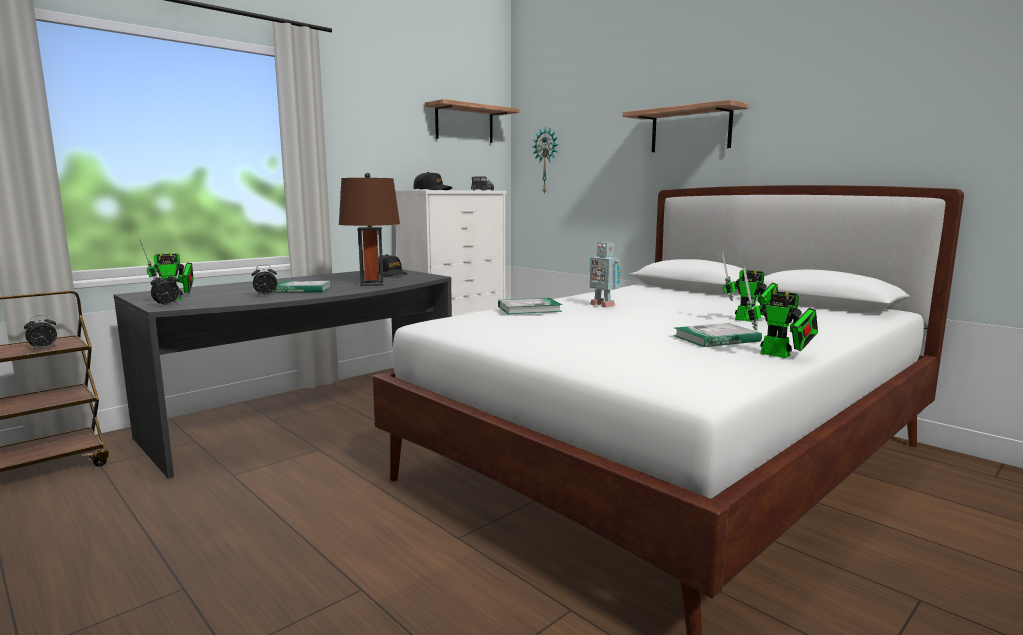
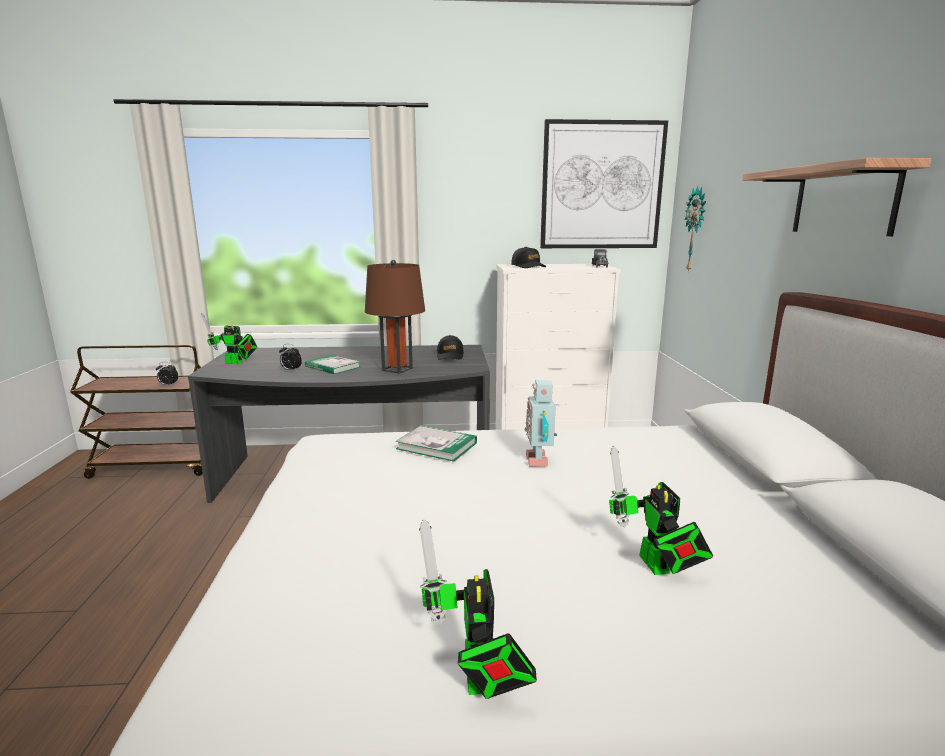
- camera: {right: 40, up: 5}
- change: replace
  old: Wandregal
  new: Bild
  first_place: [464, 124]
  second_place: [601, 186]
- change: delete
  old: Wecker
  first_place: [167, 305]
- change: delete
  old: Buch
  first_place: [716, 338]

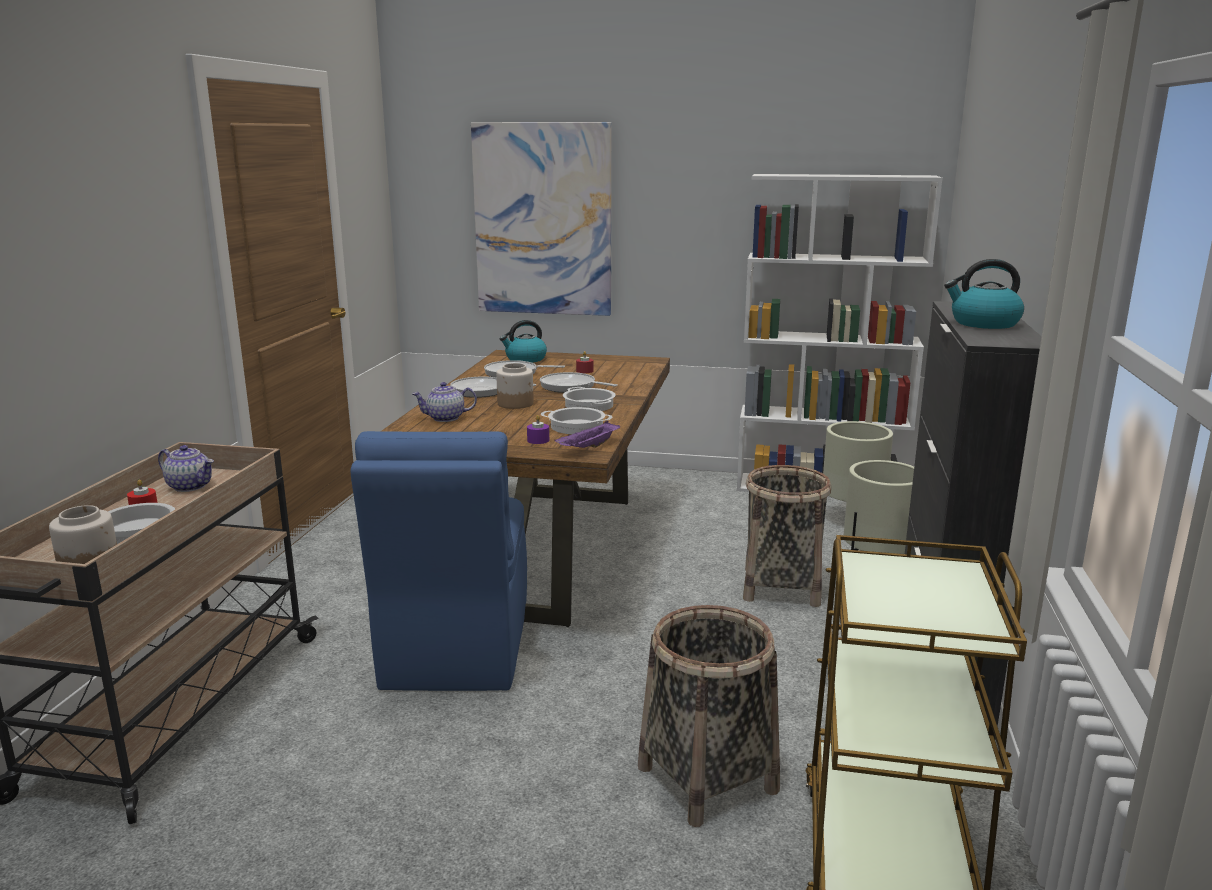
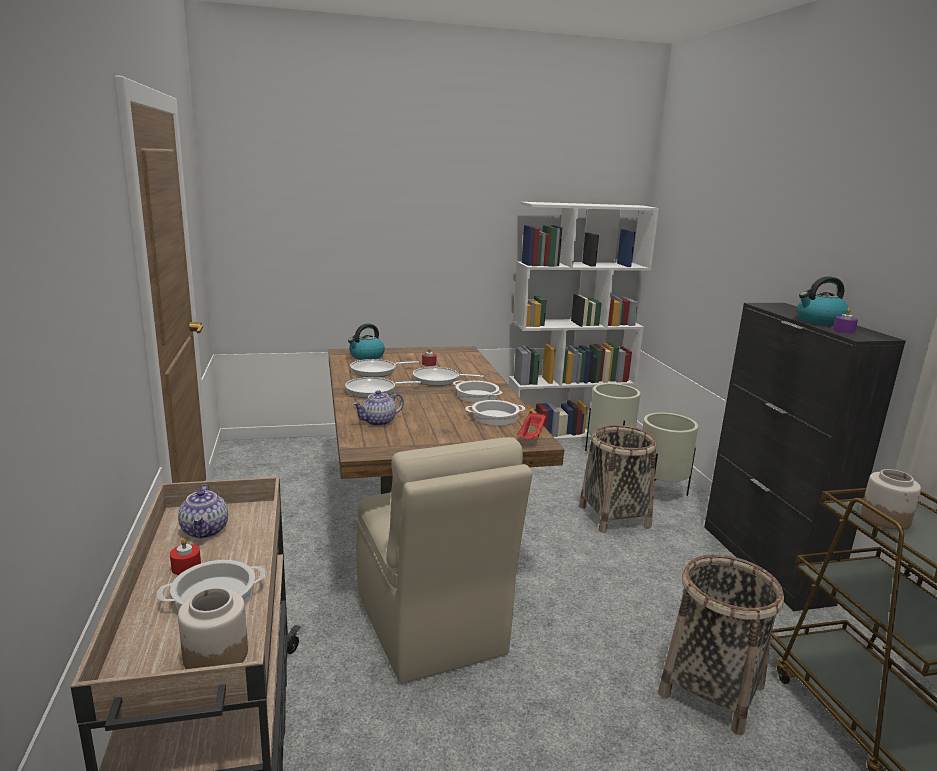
- camera: {right: -25, up: 0}
- change: delete
  old: Bild
  first_place: [543, 220]
- change: move
  old: Vorratsglas
  first_place: [516, 404]
  second_place: [885, 518]
- change: move
  old: Kerze (lila)
  first_place: [538, 440]
  second_place: [843, 331]
- change: recolor
  old: Tablett (lila)
  new: Tablett (rot)
  first_place: [589, 448]
  second_place: [531, 436]
- change: recolor
  old: Stuhl (blau)
  new: Stuhl (beige)
  first_place: [455, 649]
  second_place: [430, 626]
- change: rotate
  old: Teekanne
  first_place: [190, 486]
  second_place: [205, 530]
  degrees: 75

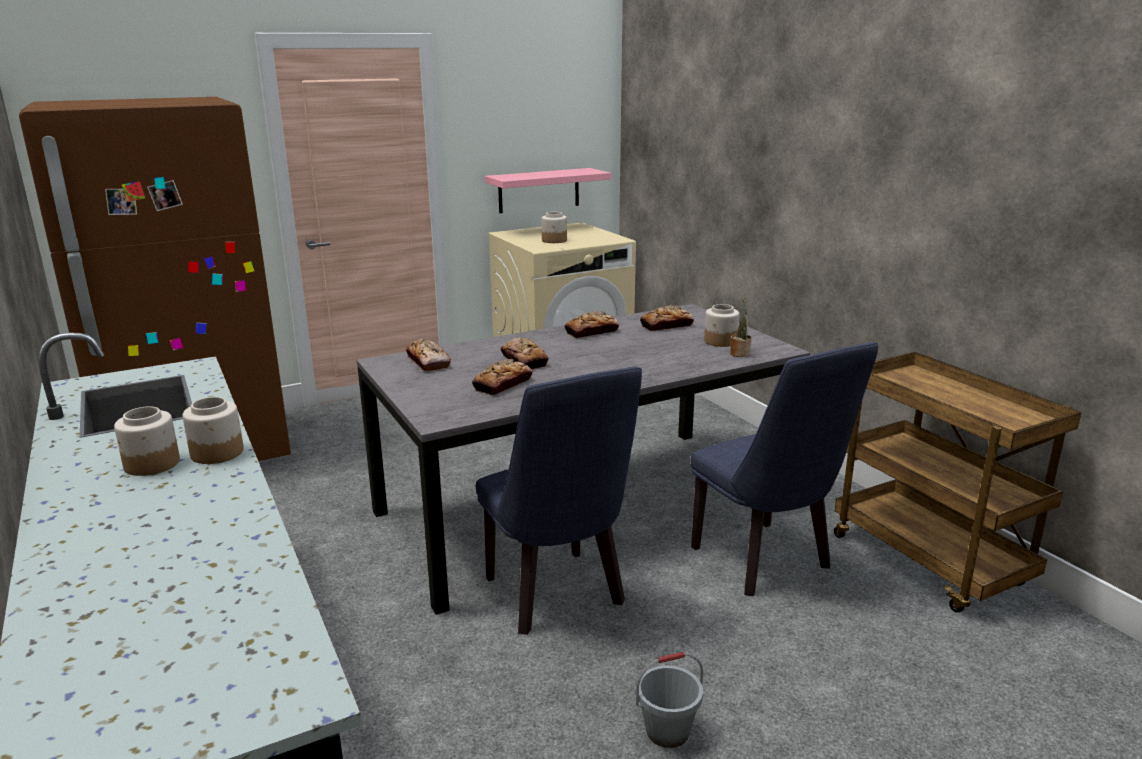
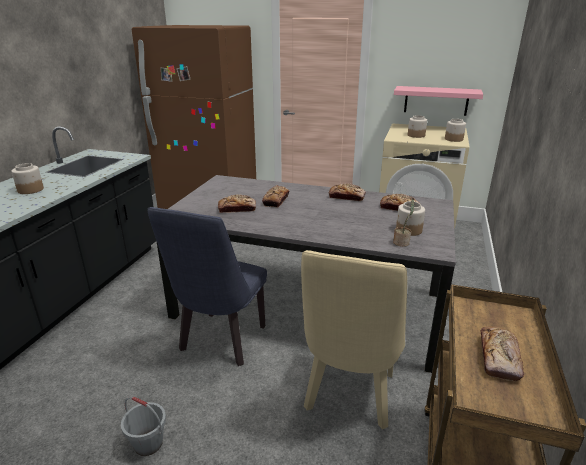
- camera: {right: 45, up: 5}
- change: move
  old: Brot
  first_place: [428, 362]
  second_place: [498, 358]
- change: recolor
  old: Stuhl (blau)
  new: Stuhl (beige)
  first_place: [767, 563]
  second_place: [349, 398]
- change: move
  old: Vorratsglas
  first_place: [218, 453]
  second_place: [454, 139]

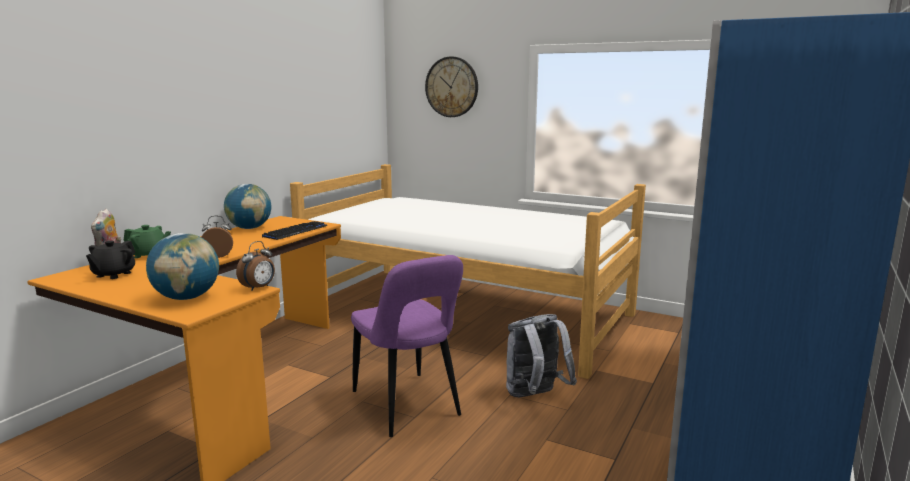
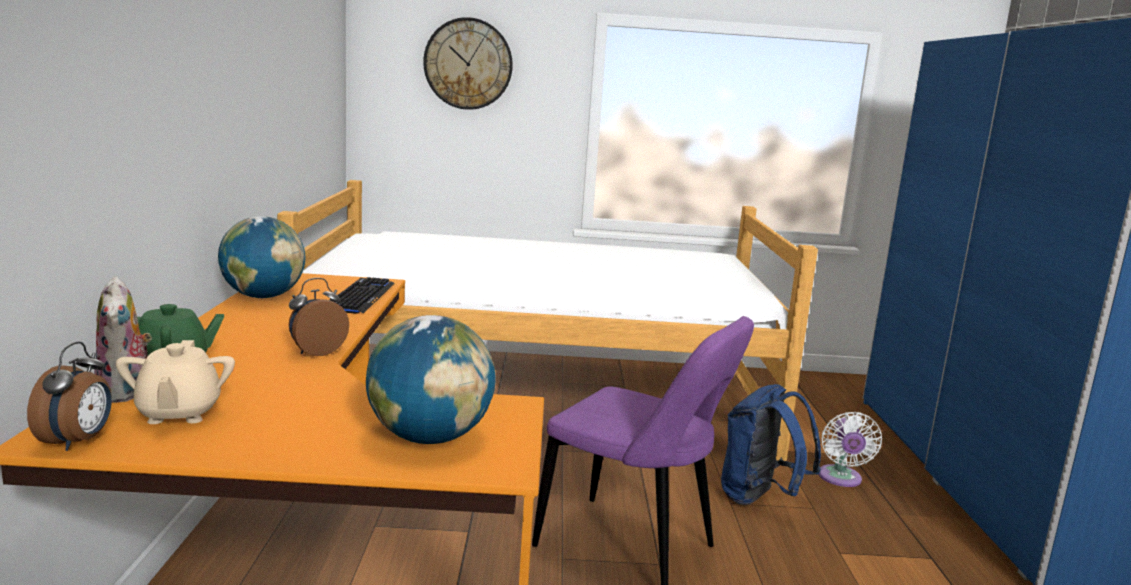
- camera: {right: -30, up: 0}
- change: recolor
  old: Teekanne (schwarz)
  new: Teekanne (beige)
  first_place: [113, 274]
  second_place: [178, 413]
- change: move
  old: Wecker
  first_place: [259, 288]
  second_place: [78, 441]
- change: recolor
  old: Rucksack (grau)
  new: Rucksack (blau)
  first_place: [535, 396]
  second_place: [760, 498]
- change: insert
  new: Ventilator (weiß)
  second_place: [840, 479]

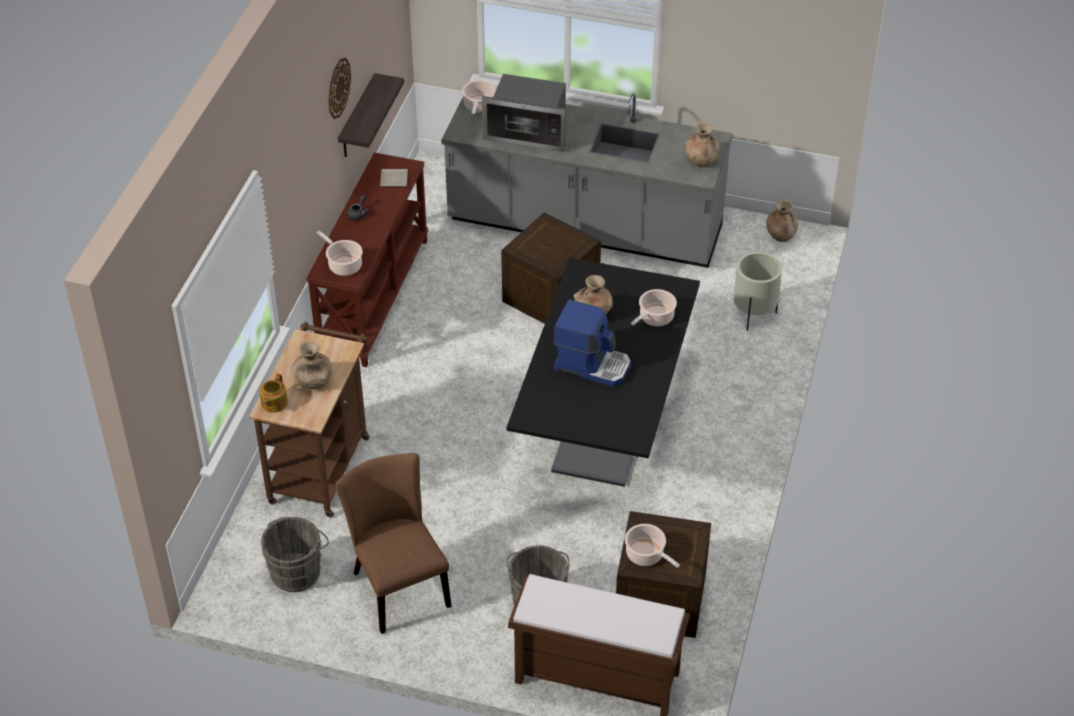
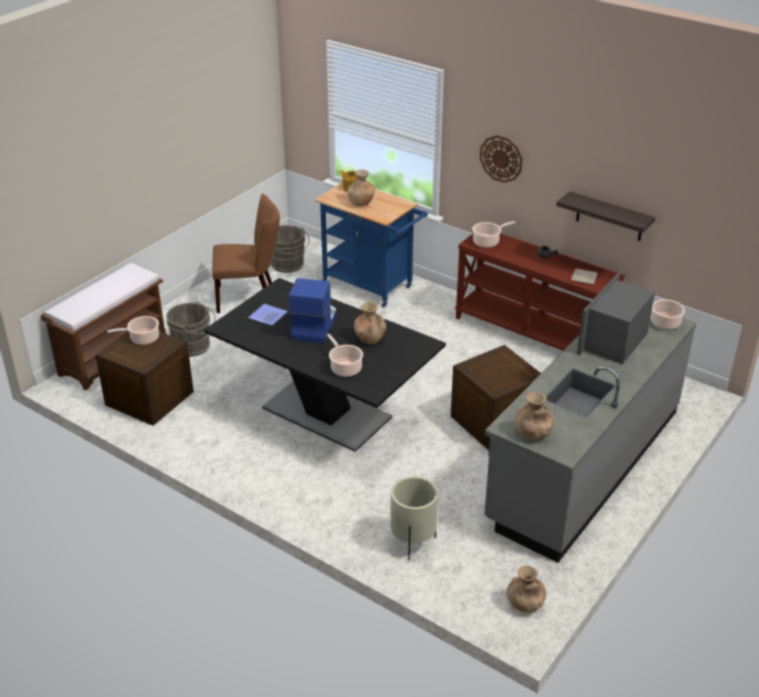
- camera: {right: 110, up: -10}
- change: move
  old: Wanduhr
  first_place: [338, 88]
  second_place: [501, 158]
- change: rotate
  old: Kaffeemaschine
  first_place: [592, 364]
  second_place: [313, 325]
  degrees: 150
- change: recolor
  old: Rollwagen (braun)
  new: Rollwagen (blau)
  first_place: [321, 464]
  second_place: [372, 286]
- change: insert
  new: Teller
  second_place: [268, 317]

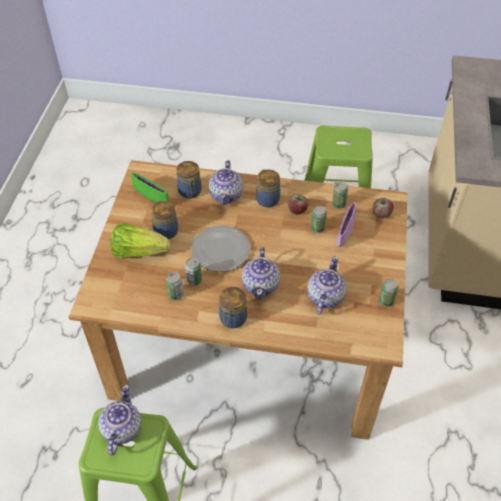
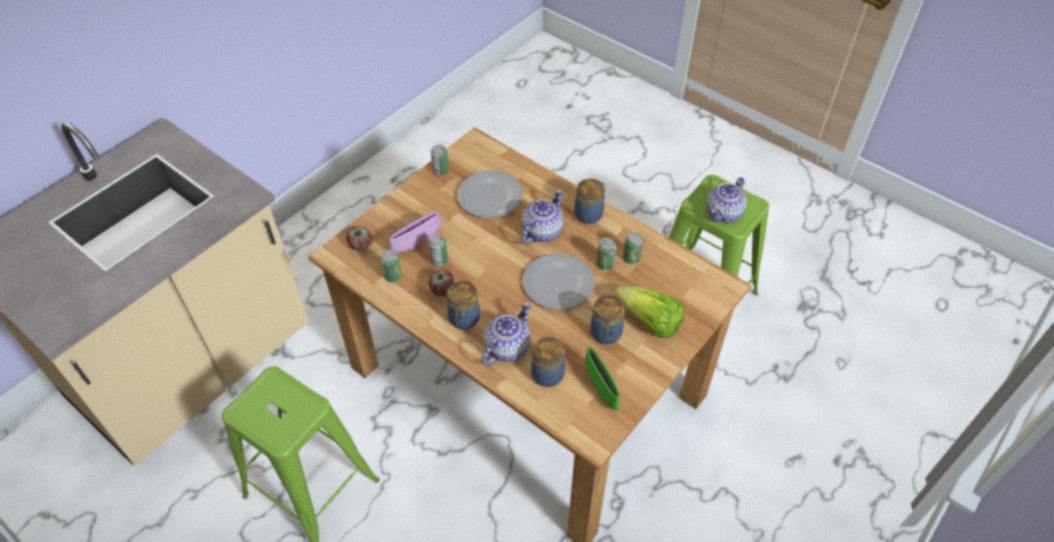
- camera: {right: -150, up: 0}
- change: replace
  old: Teekanne
  new: Teller
  first_place: [324, 297]
  second_place: [491, 196]

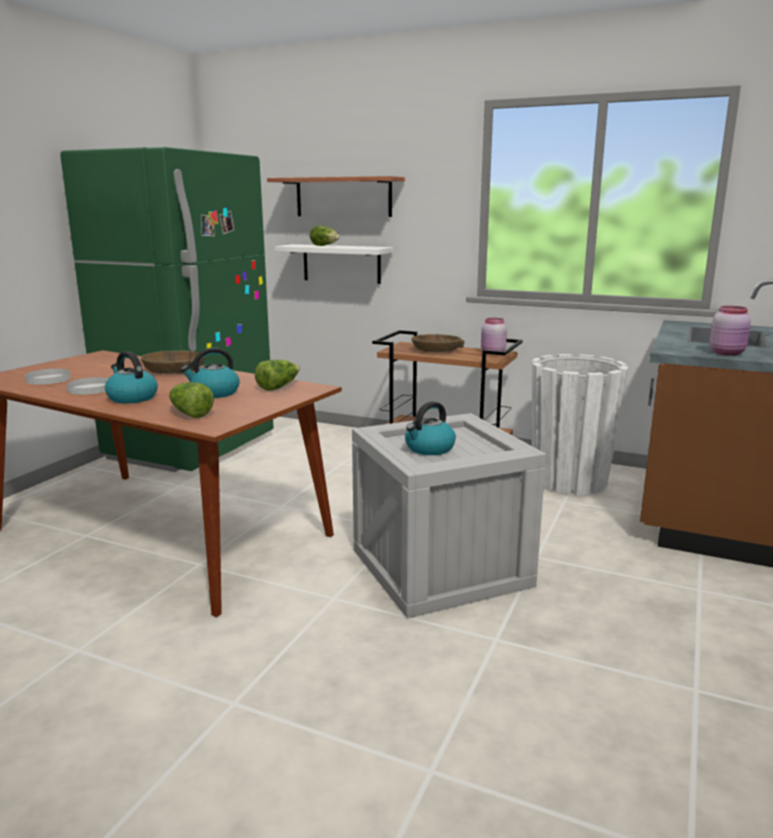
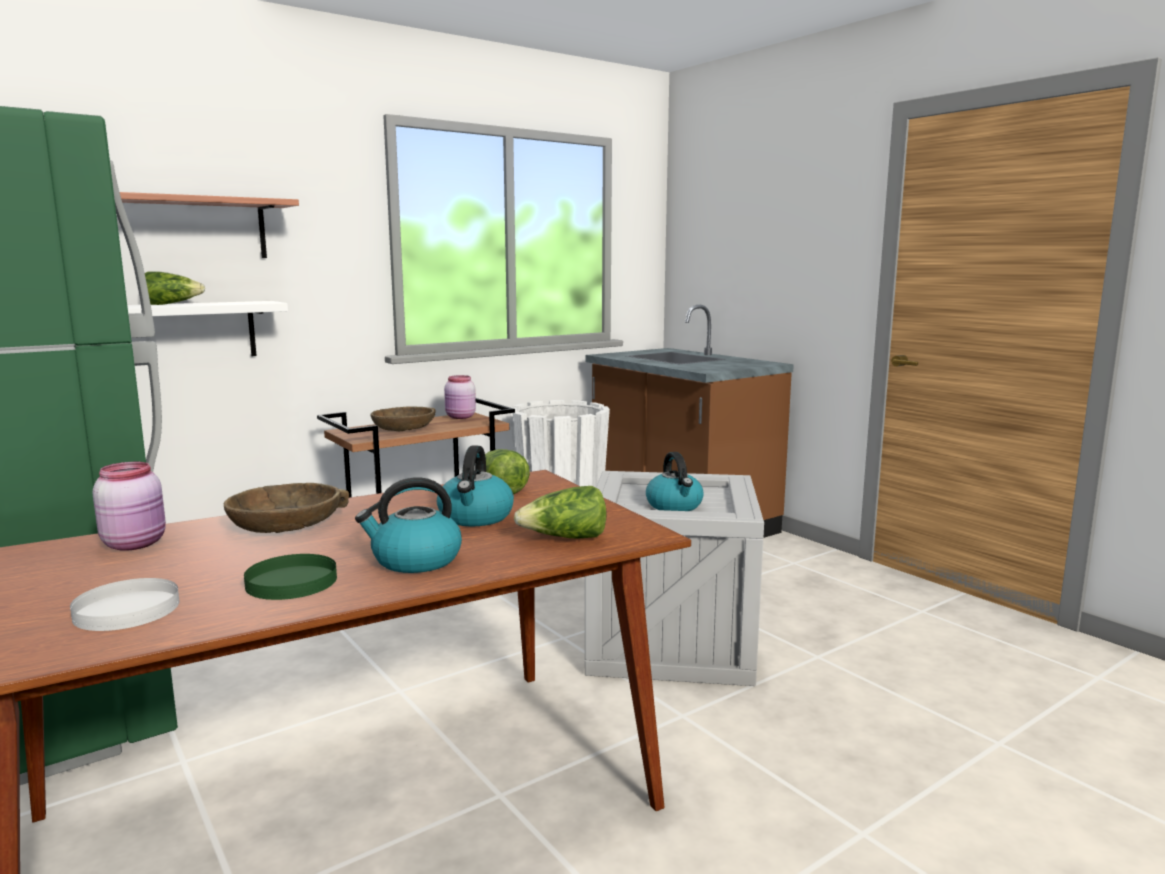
- camera: {right: -60, up: -5}
- change: move
  old: Vorratsglas (rosa)
  first_place: [728, 353]
  second_place: [136, 543]
- change: recolor
  old: Teller (weiß)
  new: Teller (grün)
  first_place: [90, 389]
  second_place: [292, 582]

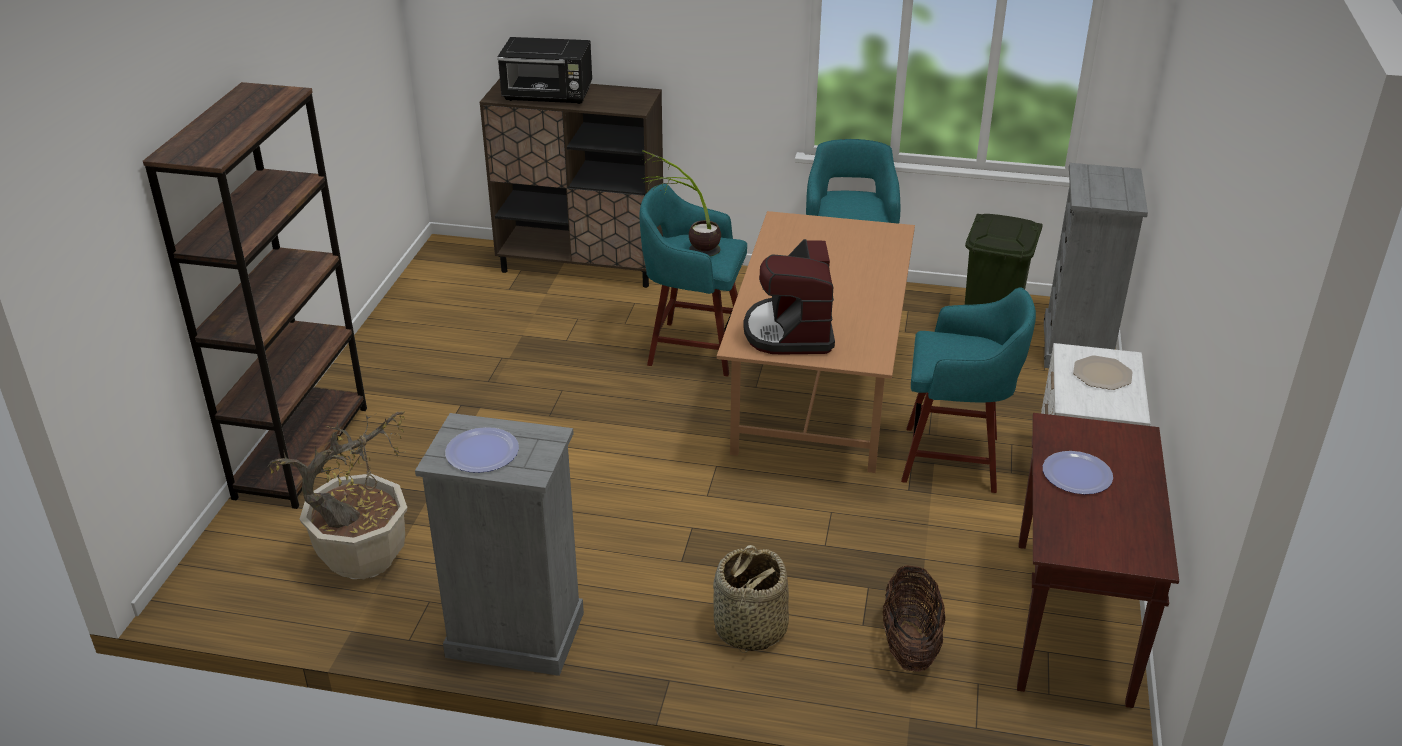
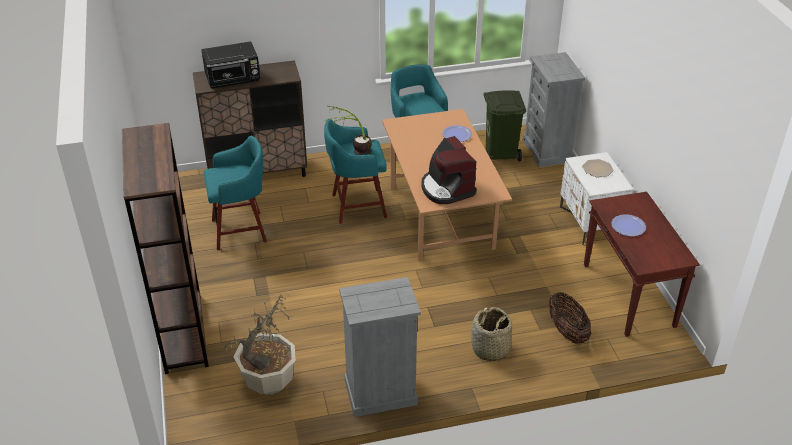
- camera: {right: -25, up: 5}
- change: move
  old: Hocker (türkis)
  first_place: [954, 460]
  second_place: [241, 230]
- change: move
  old: Teller
  first_place: [482, 452]
  second_place: [457, 134]

